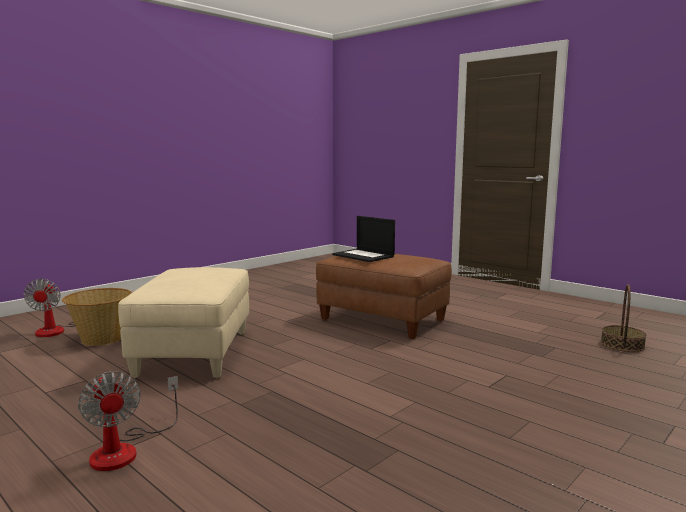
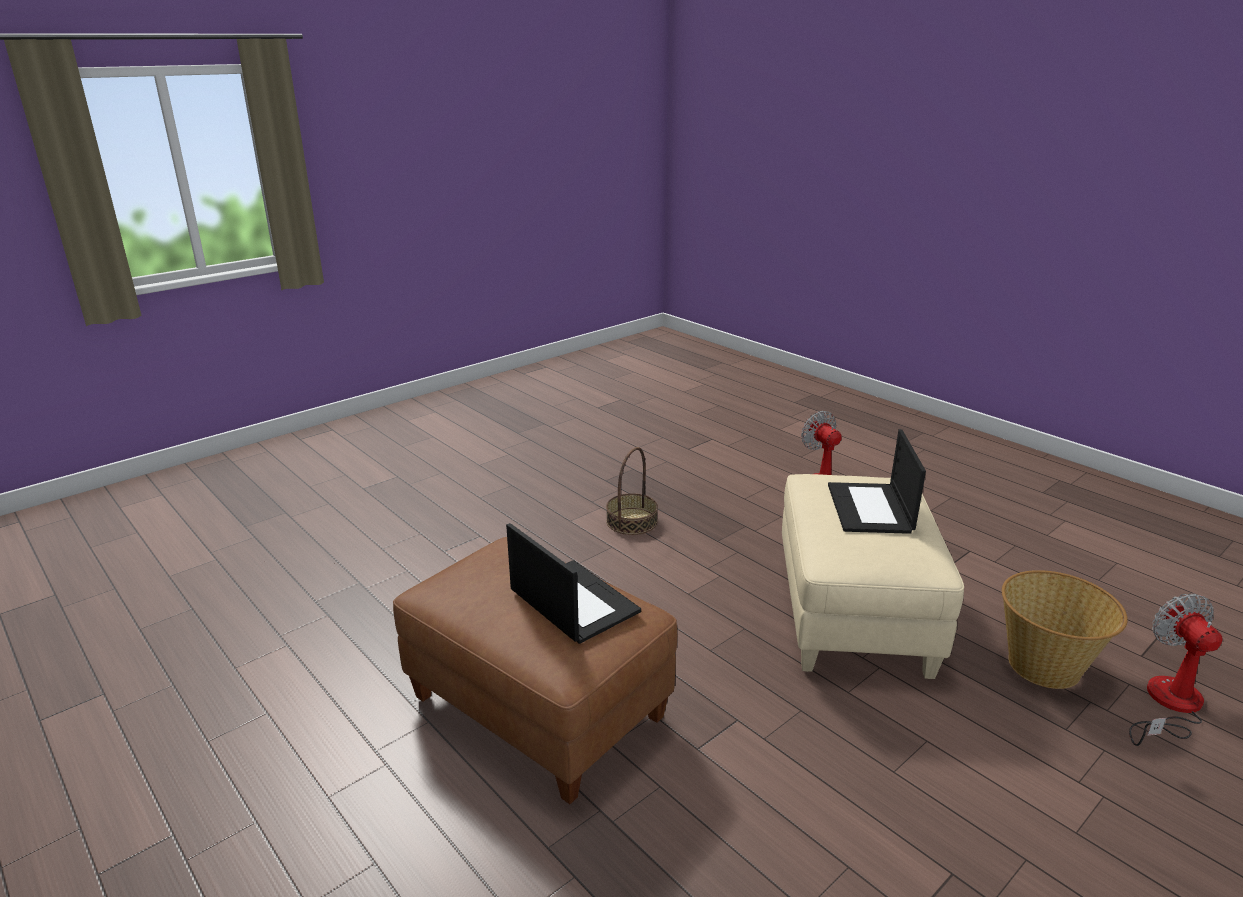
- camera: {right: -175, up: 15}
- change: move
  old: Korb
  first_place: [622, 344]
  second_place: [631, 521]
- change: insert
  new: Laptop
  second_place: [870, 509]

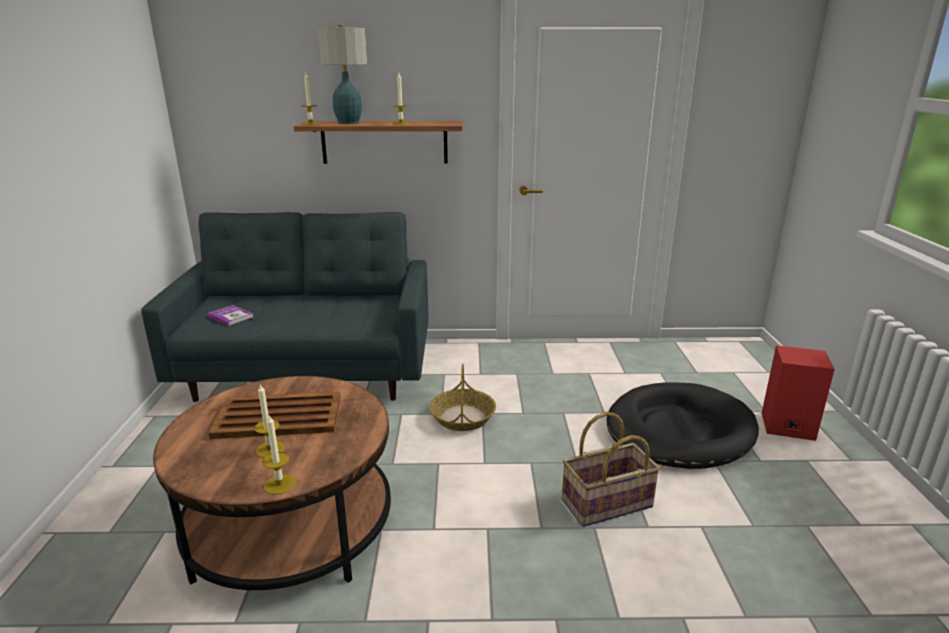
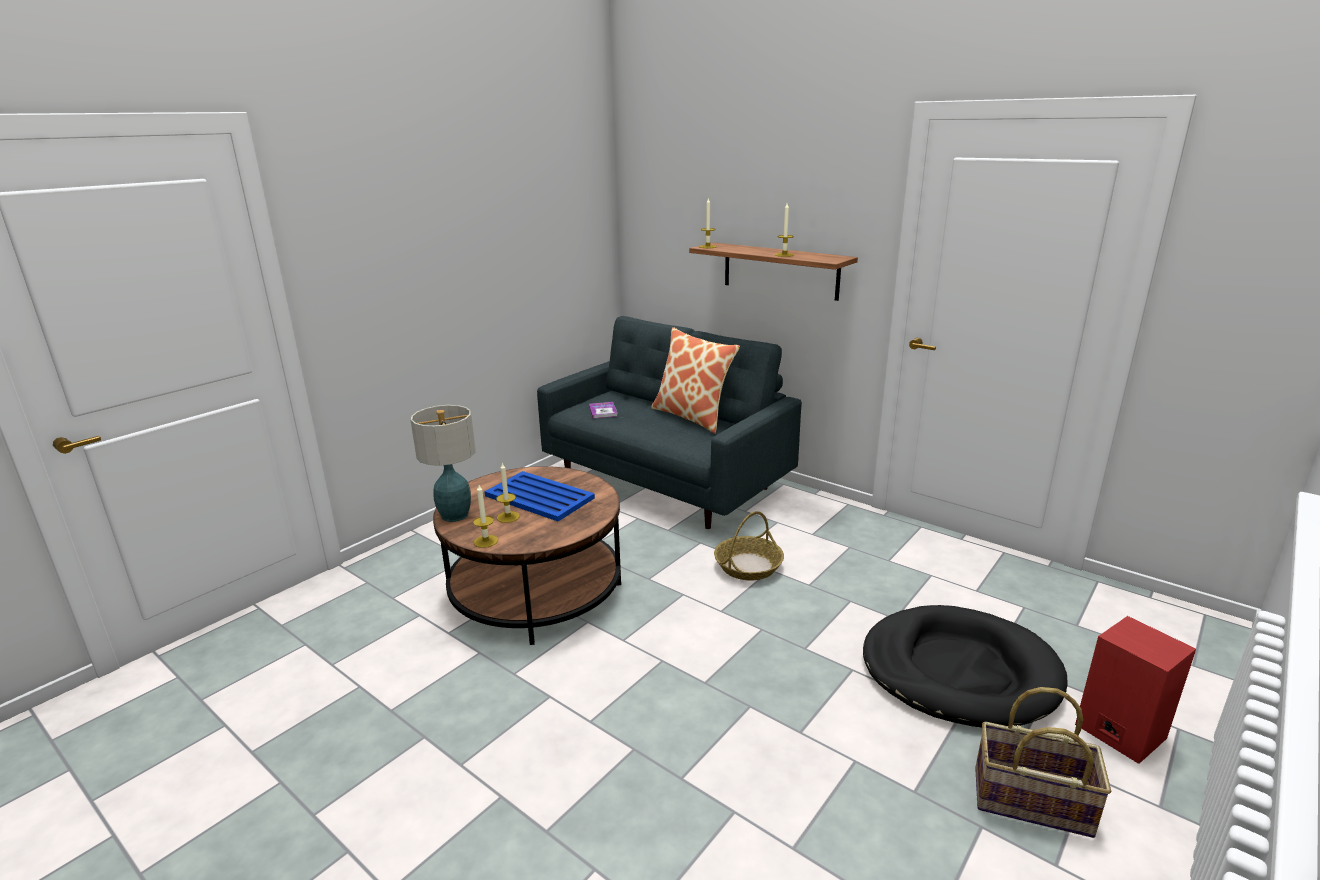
- camera: {right: 40, up: 0}
- change: move
  old: Tischlampe
  first_place: [349, 122]
  second_place: [455, 515]
- change: recolor
  old: Tablett (braun)
  new: Tablett (blau)
  first_place: [277, 416]
  second_place: [539, 496]
- change: move
  old: Korb
  first_place: [607, 504]
  second_place: [1031, 803]
- change: insert
  new: Kissen
  second_place: [693, 416]

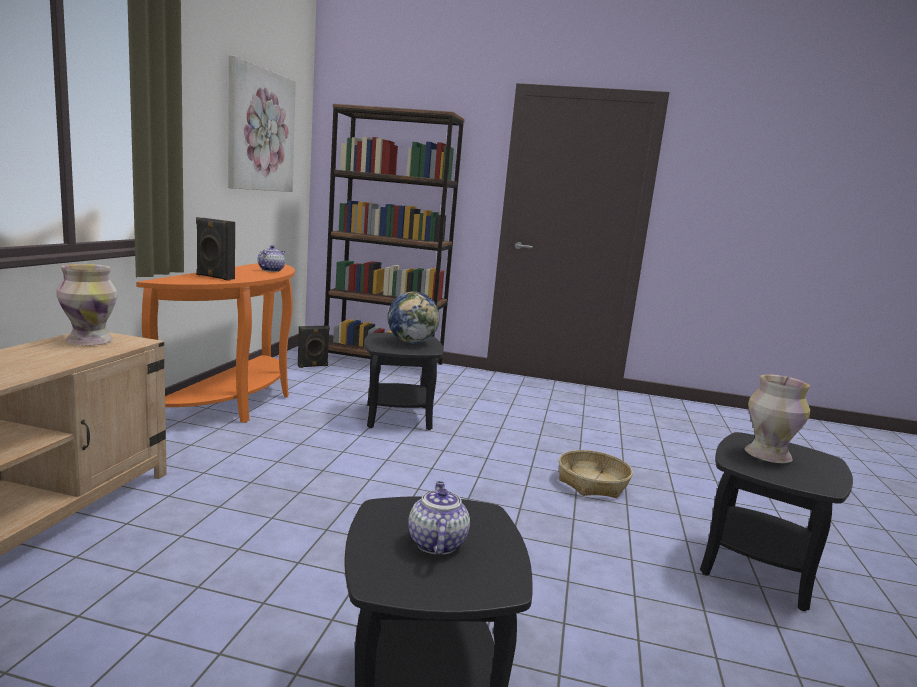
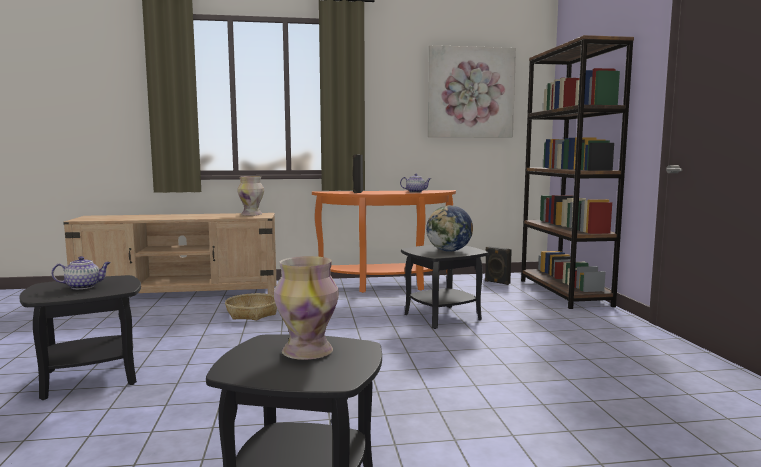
- camera: {right: 70, up: -5}
- change: move
  old: Korb
  first_place: [592, 483]
  second_place: [252, 314]

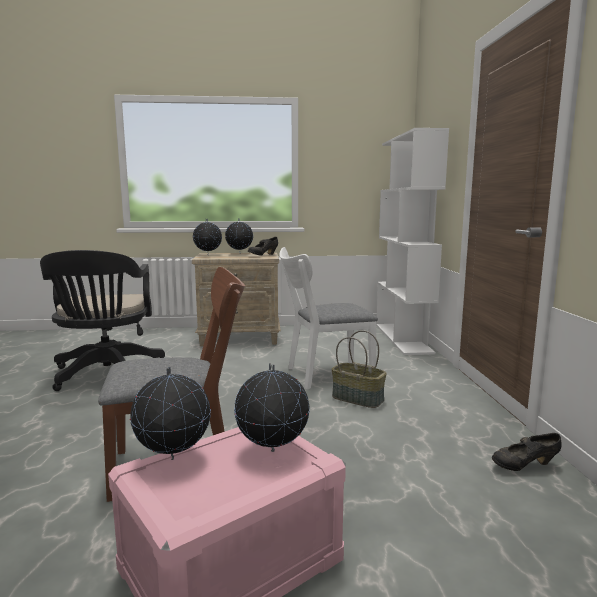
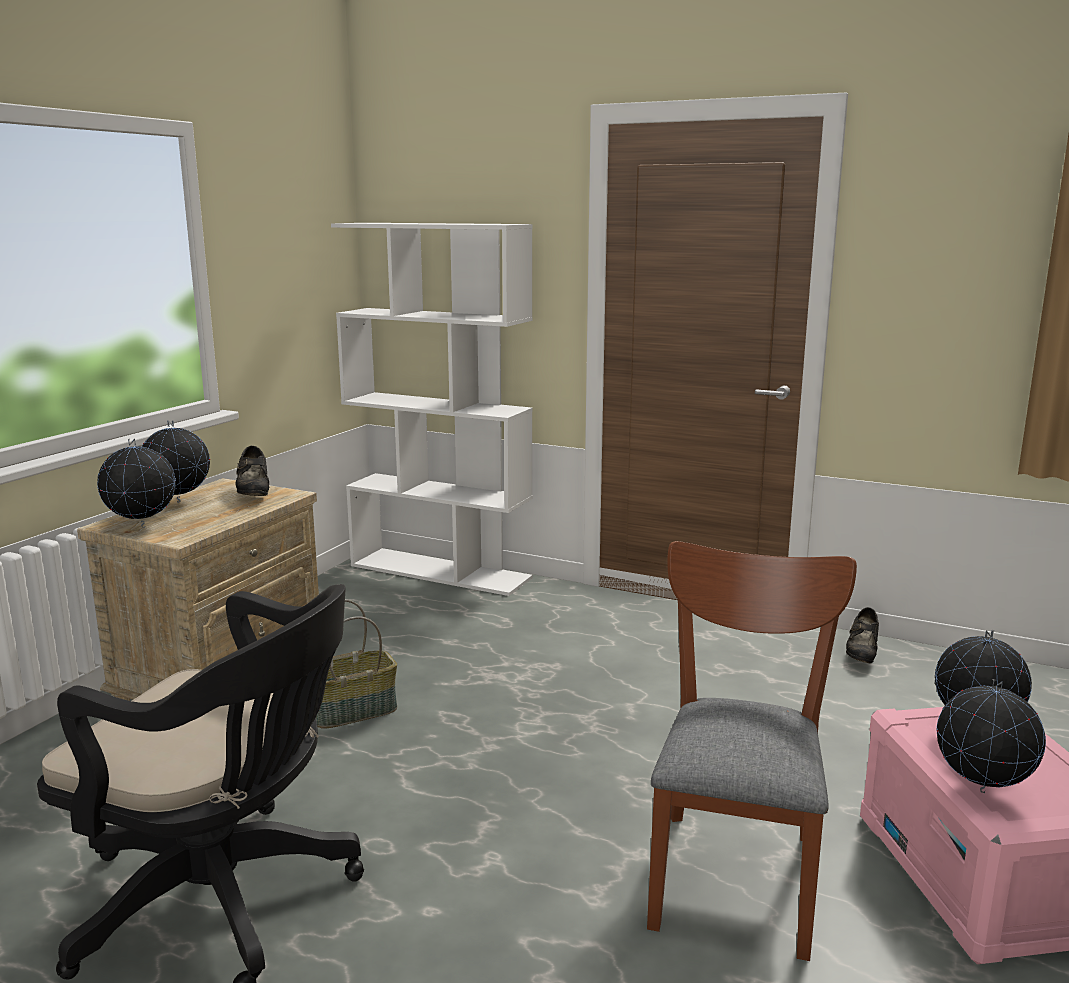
- camera: {right: -60, up: 5}
- change: delete
  old: Stuhl (weiß)
  first_place: [323, 374]
- change: move
  old: Korb
  first_place: [358, 398]
  second_place: [353, 710]

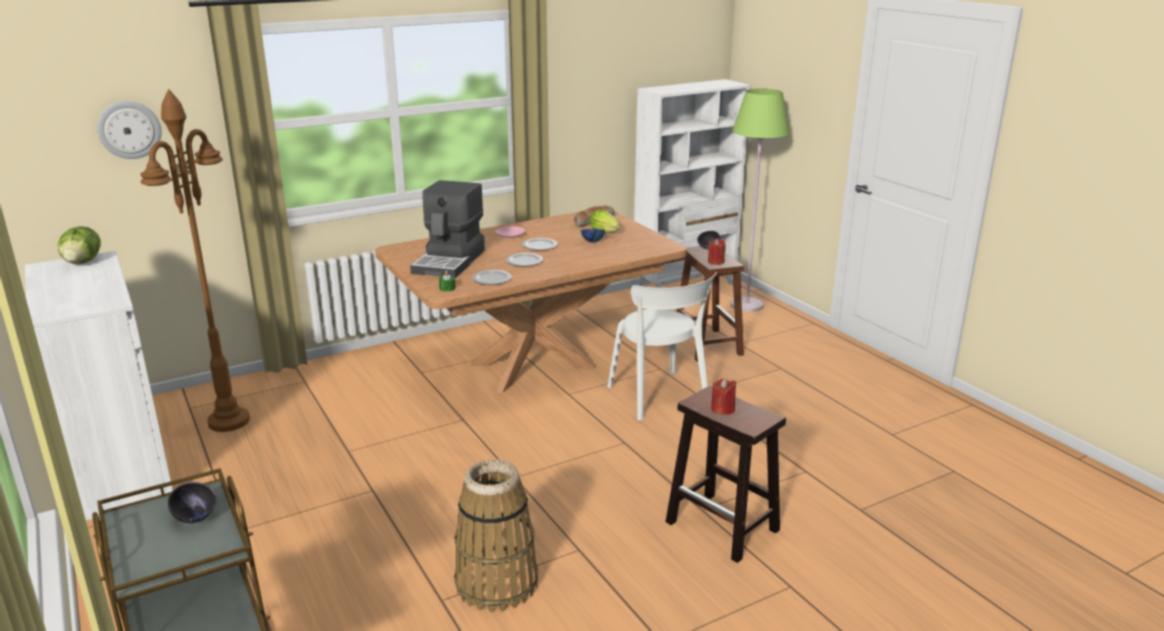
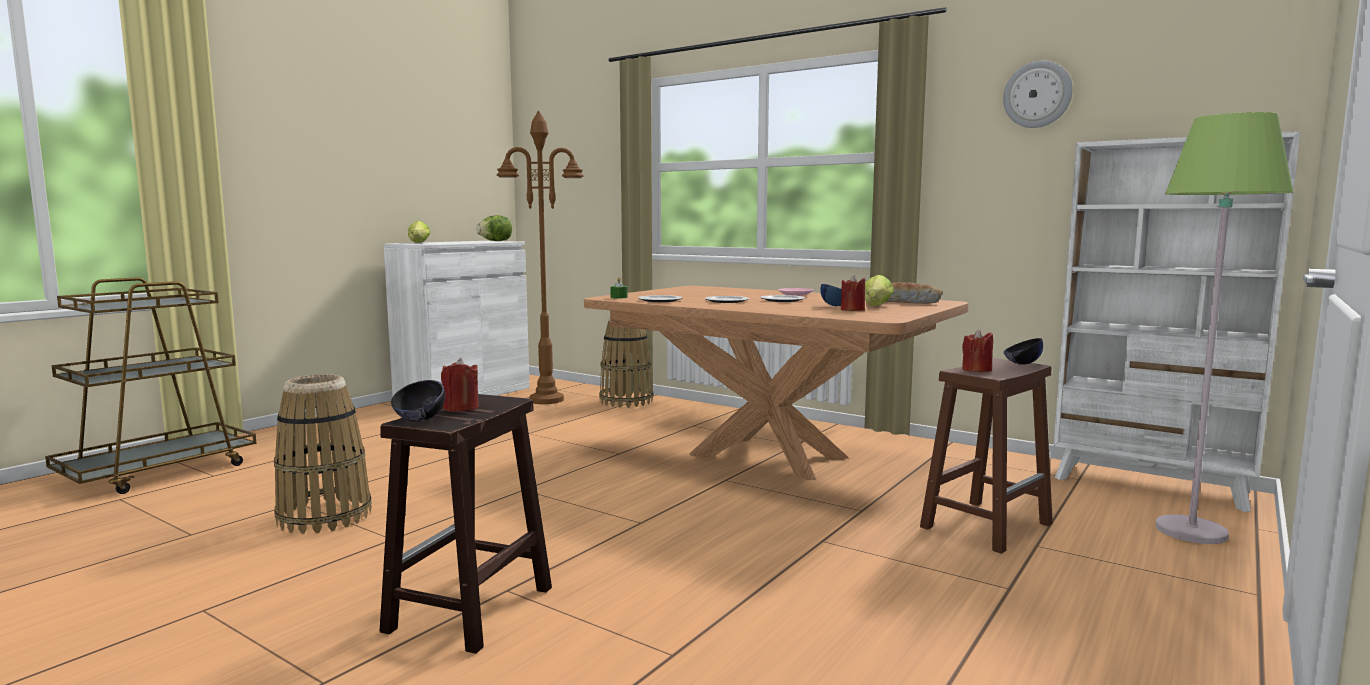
- camera: {right: 65, up: -15}
- change: move
  old: Wanduhr
  first_place: [129, 130]
  second_place: [1037, 94]
- change: delete
  old: Kaffeemaschine
  first_place: [450, 261]
- change: delete
  old: Stuhl (weiß)
  first_place: [659, 398]
- change: move
  old: Schüssel (schwarz)
  first_place: [195, 518]
  second_place: [419, 420]
- change: insert
  new: Salatkopf
  second_place: [418, 243]
- change: insert
  new: Kerze (rot)
  second_place: [852, 310]
- change: insert
  new: Korb
  second_place: [626, 401]

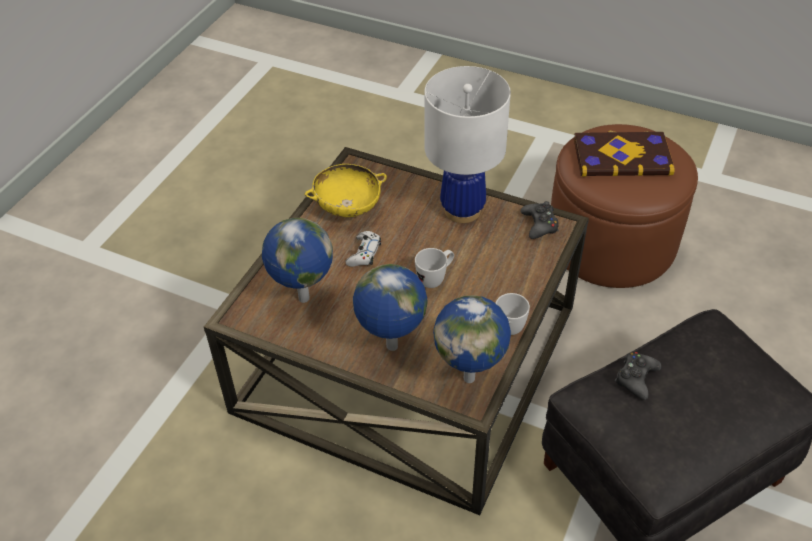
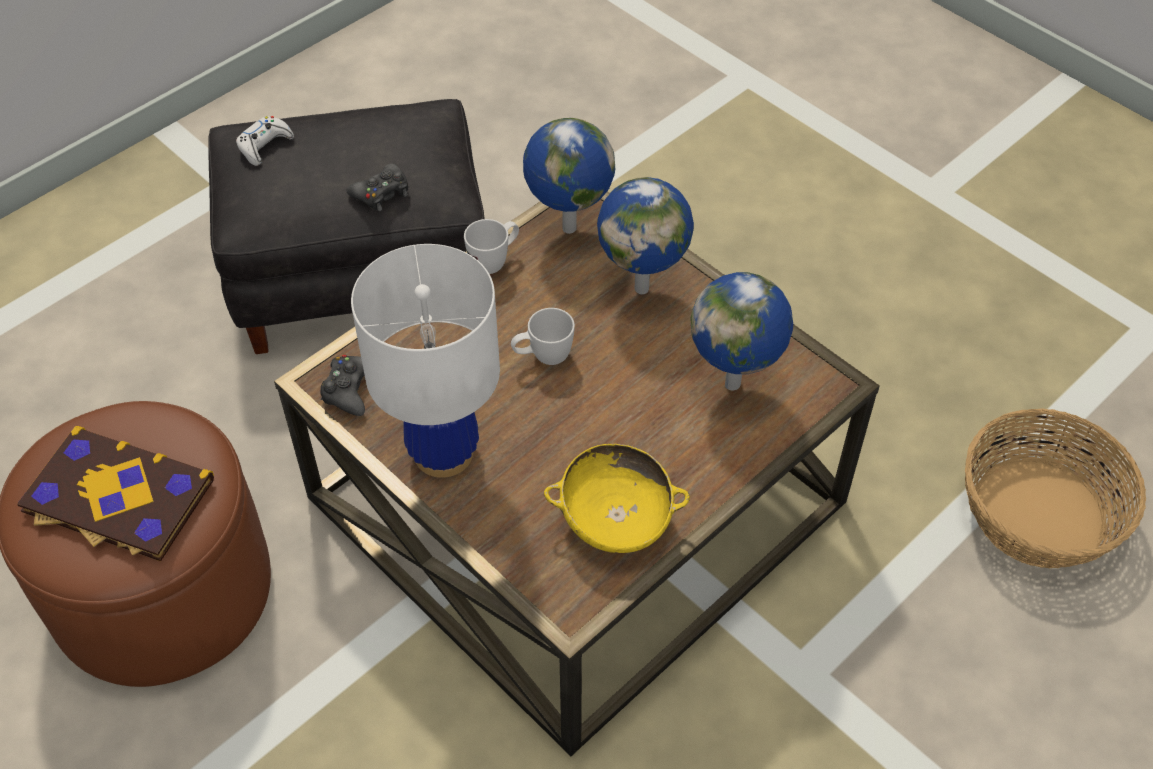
- camera: {right: -160, up: 5}
- change: move
  old: Gamepad (weiß)
  first_place: [364, 253]
  second_place: [264, 145]
- change: insert
  new: Korb
  second_place: [1039, 514]

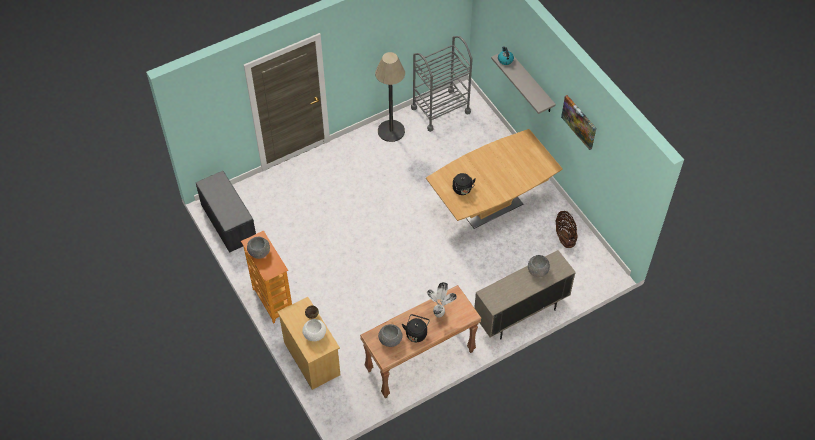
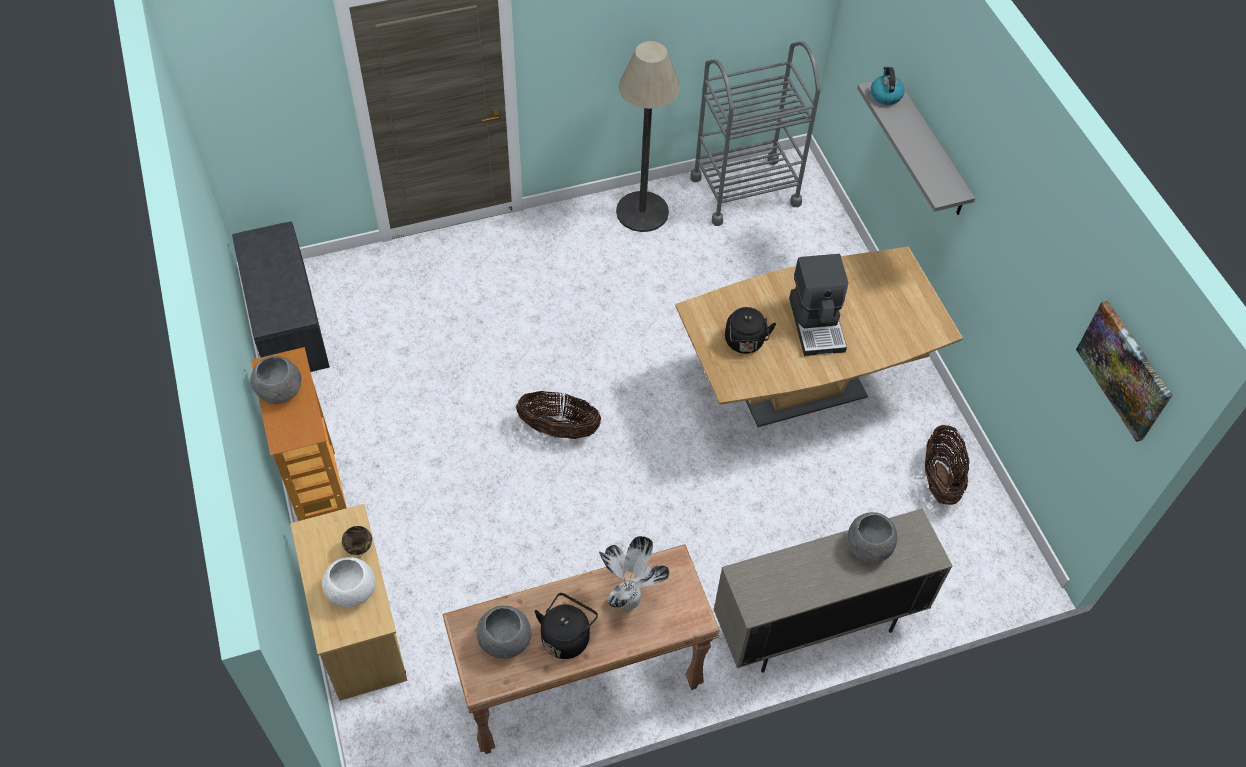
- camera: {right: 10, up: 0}
- change: move
  old: Bild
  first_place: [579, 122]
  second_place: [1124, 370]
- change: insert
  new: Kaffeemaschine
  second_place: [817, 324]
- change: insert
  new: Korb
  second_place: [559, 429]

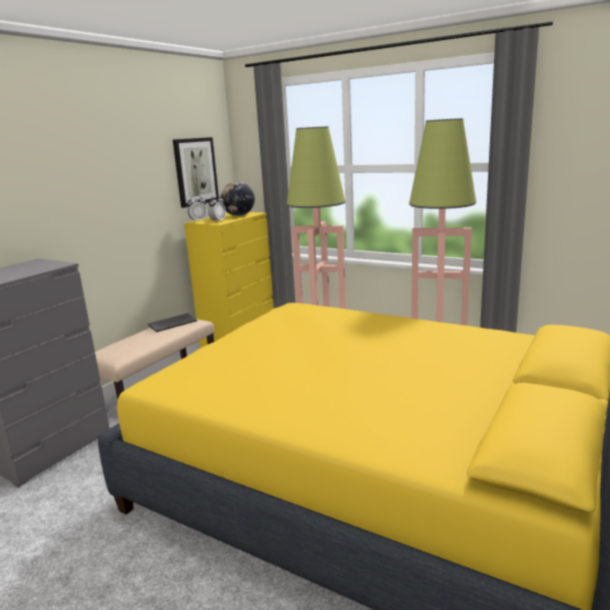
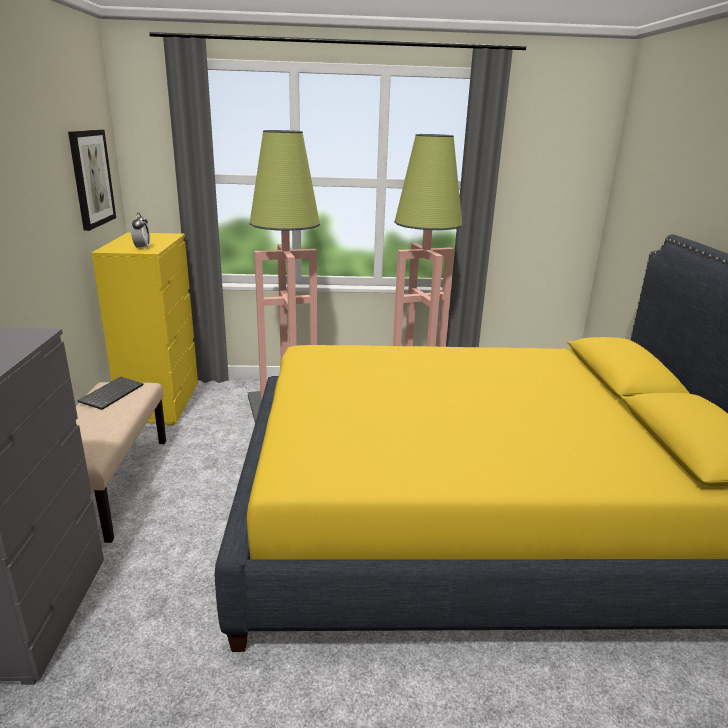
- camera: {right: -35, up: 5}
- change: delete
  old: Globus
  first_place: [239, 215]
- change: delete
  old: Wecker
  first_place: [198, 221]

